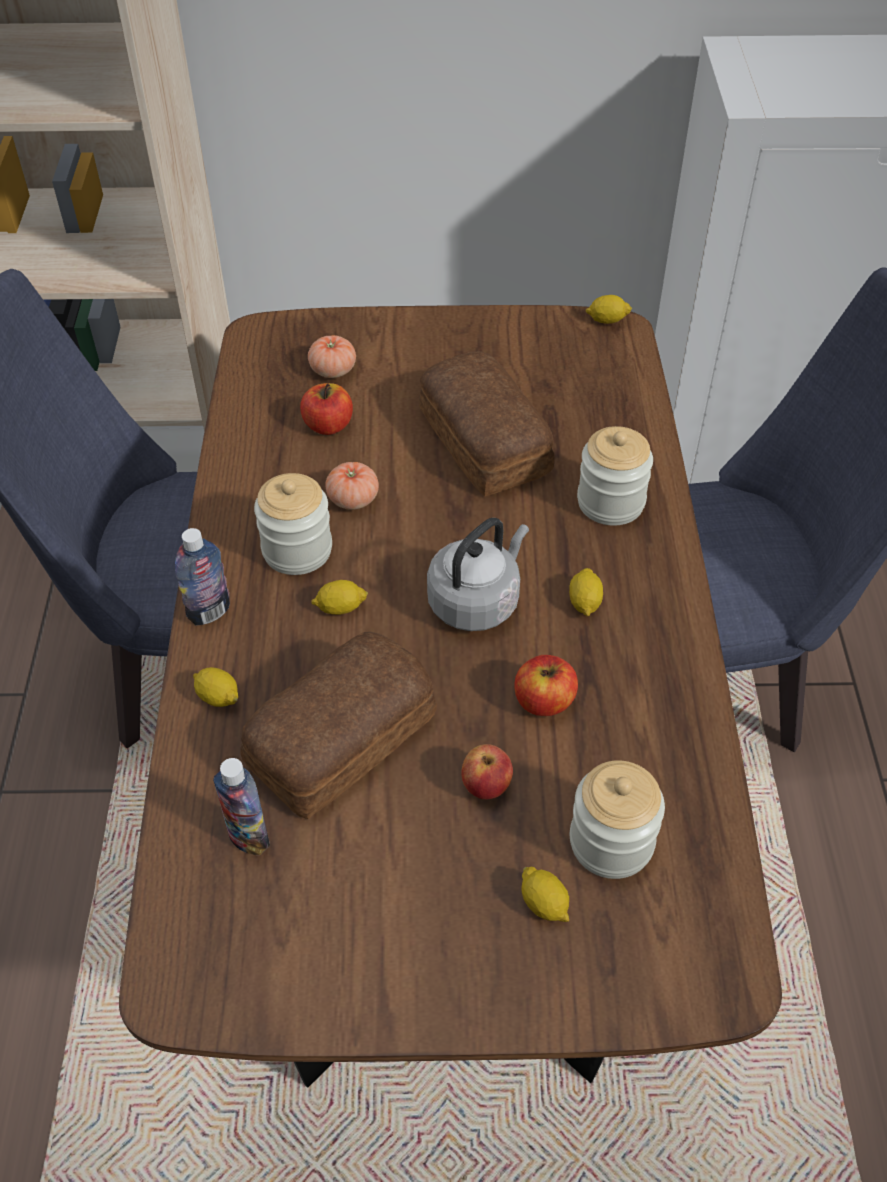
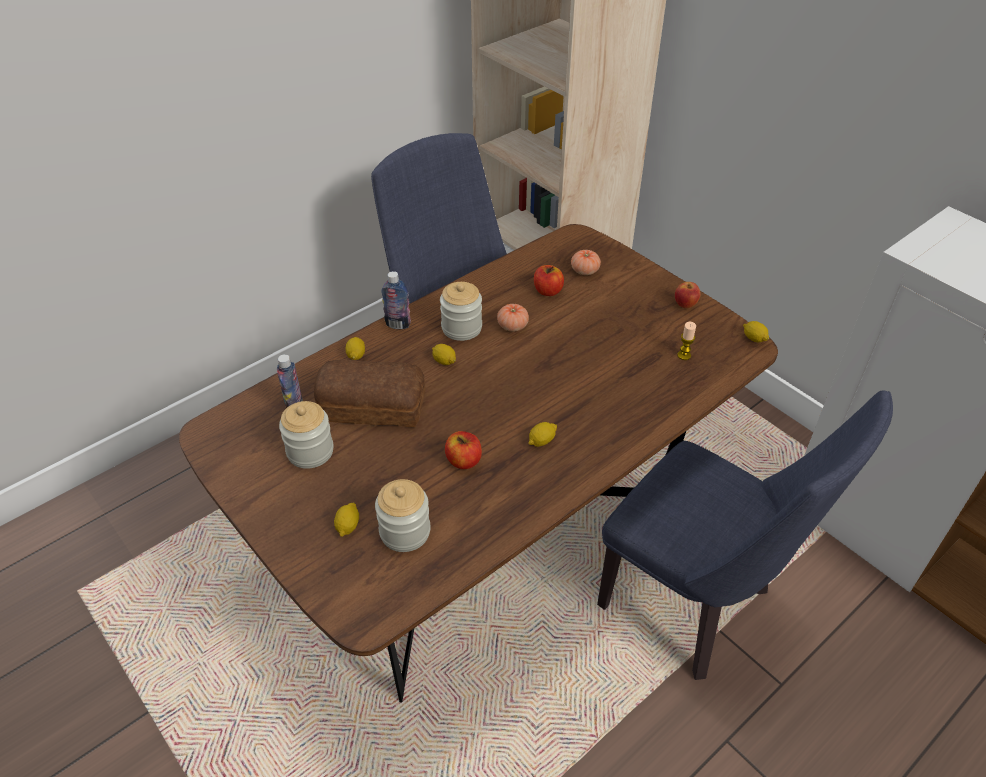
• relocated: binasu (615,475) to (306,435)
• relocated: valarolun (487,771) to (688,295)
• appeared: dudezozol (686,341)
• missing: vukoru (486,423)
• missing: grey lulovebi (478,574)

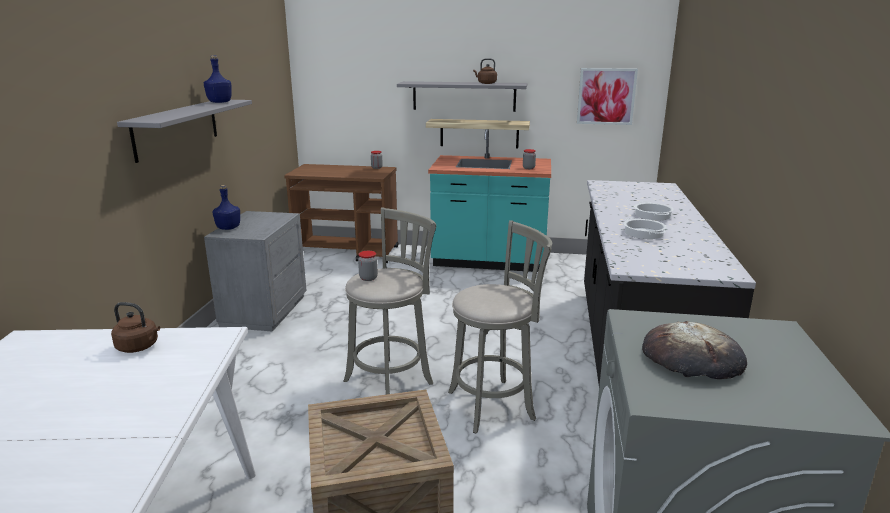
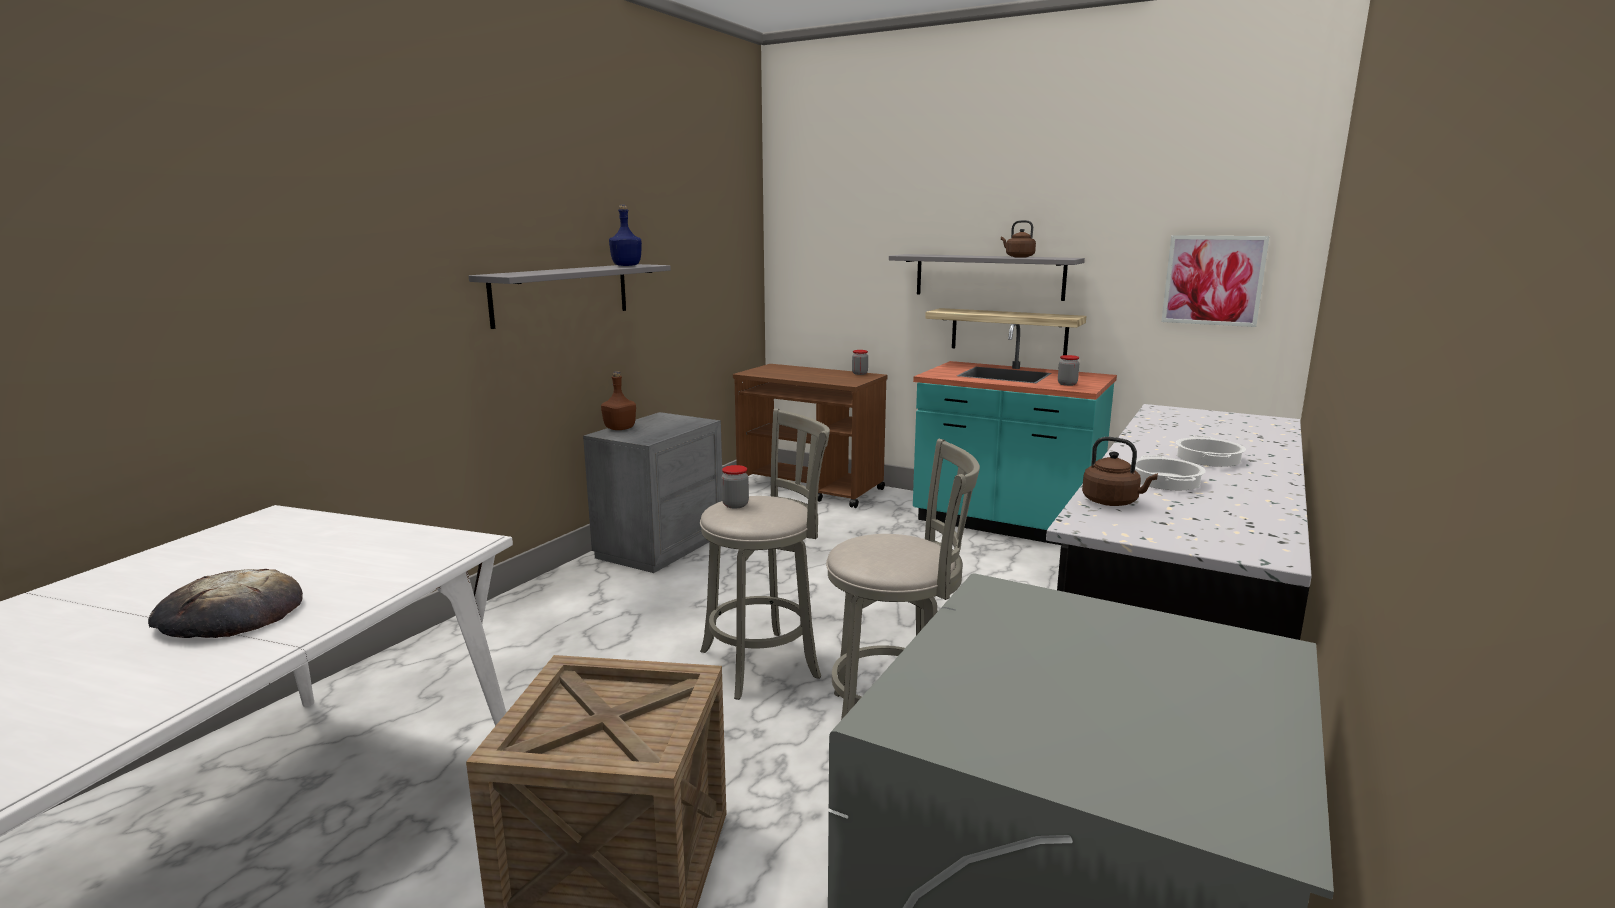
• relocated: vukoru (694,350) to (225,603)
• colour: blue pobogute (226,207) to brown pobogute (618,400)
• relocated: brown lulovebi (135,327) to (1120,471)

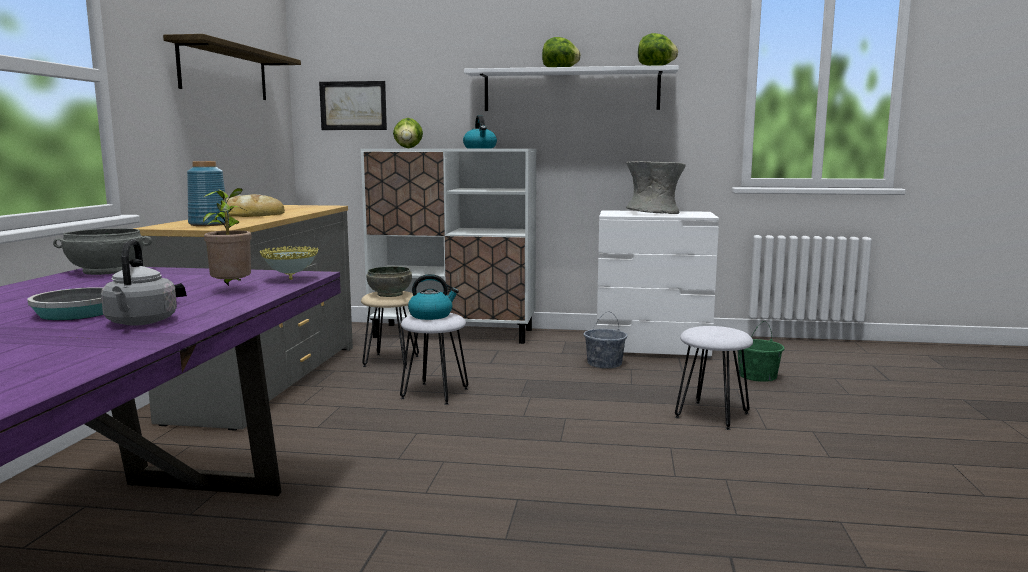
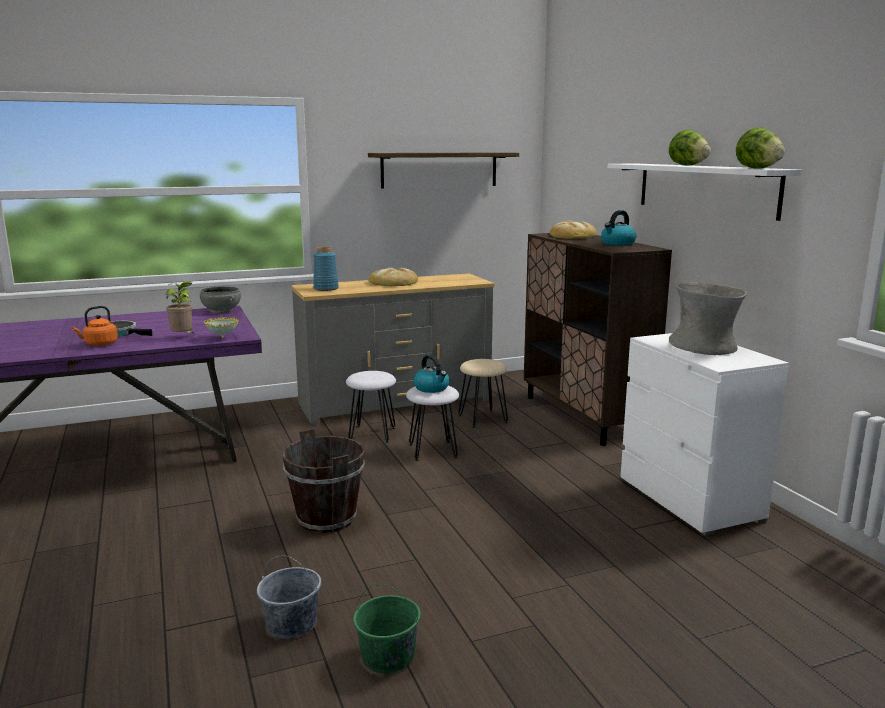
• colour: grey lulovebi (139,282) to orange lulovebi (95,326)
• relocated: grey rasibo (605,339) to (289,597)
• appeared: brown rasibo (323,480)
• relocated: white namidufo (714,378) to (371,407)
• relocated: green rasibo (761,351) to (387,629)
• colour: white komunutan (448,246) to brown komunutan (598,339)
• exchanged: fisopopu (408,133) to vukoru (573,230)
• missing: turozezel (353,105)
• missing: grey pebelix (389,281)

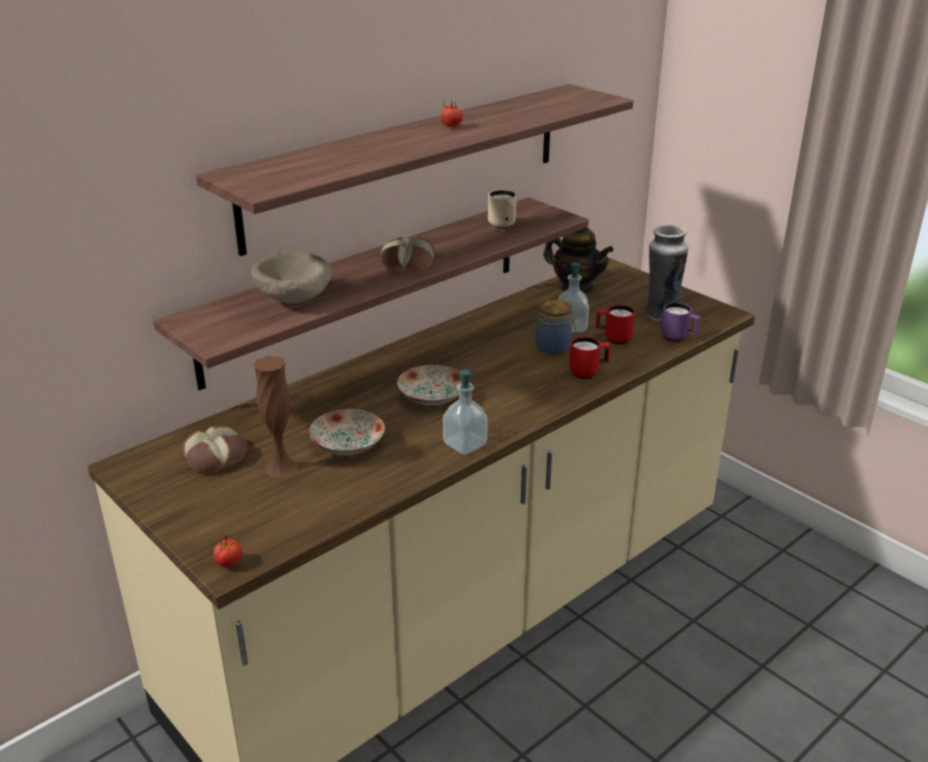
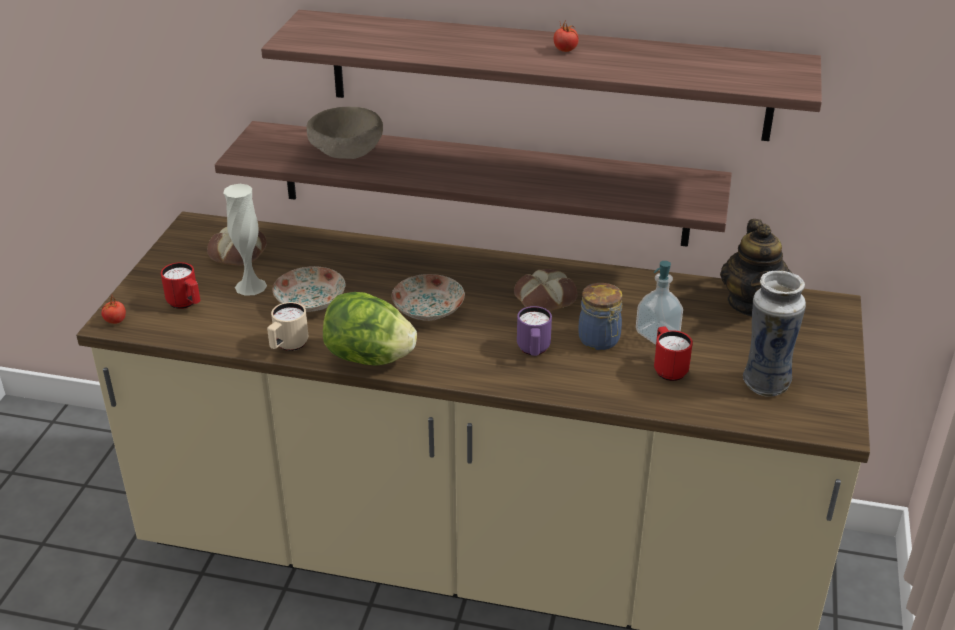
• relocated: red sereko (589,358) to (180,285)
• colour: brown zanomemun (276,417) to white zanomemun (245,240)
• relocated: beige sereko (502,209) to (287,326)
• exchanged: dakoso (465,412) to fisopopu (370,328)
• relocated: vukoru (407,254) to (546,290)
• relocated: purple sereko (681,322) to (534,331)

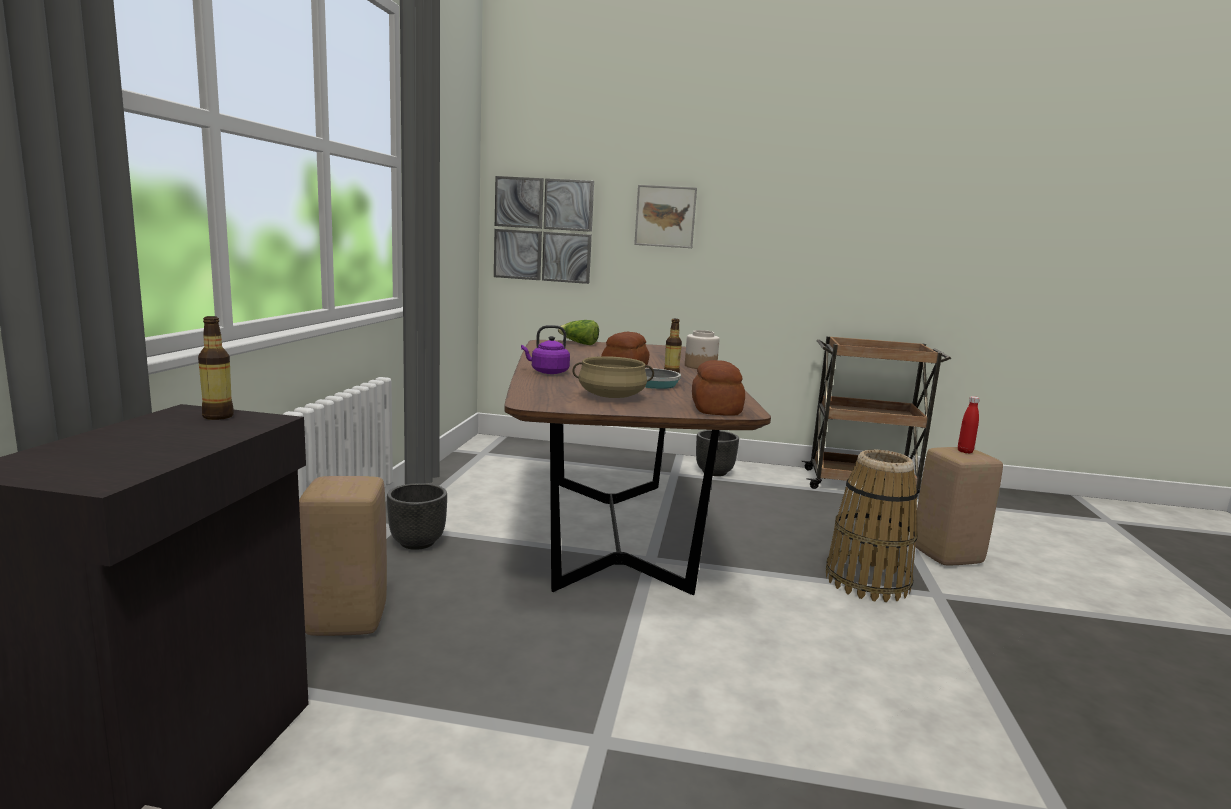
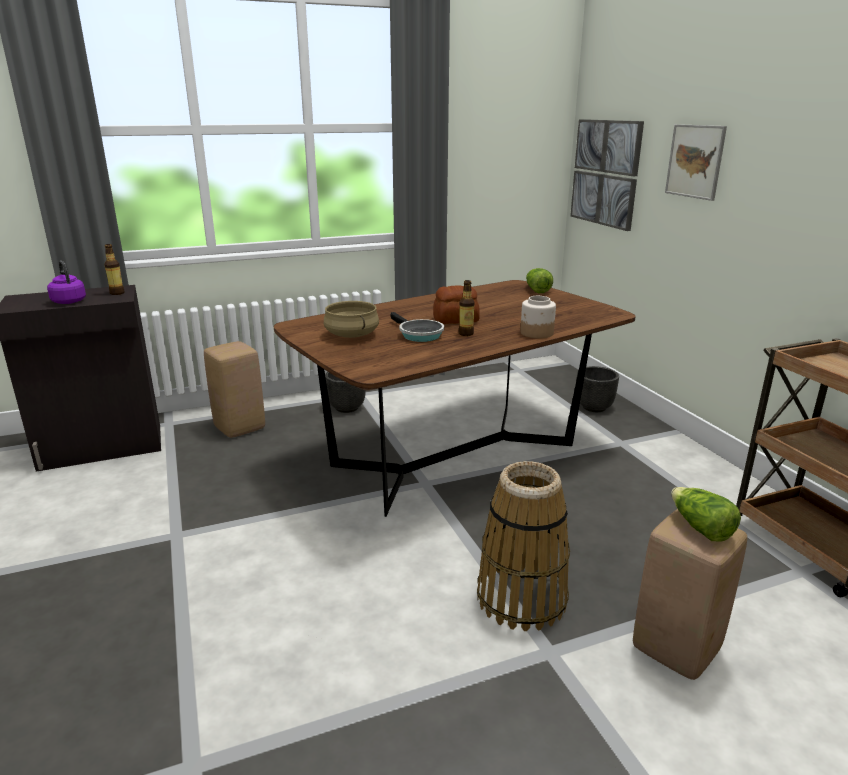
• relocated: purple lulovebi (545,349) to (66,282)
• relocated: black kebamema (717,453) to (598,389)
• exchanged: red pobogute (969,425) to fisopopu (706,514)
• missing: vukoru (718,388)

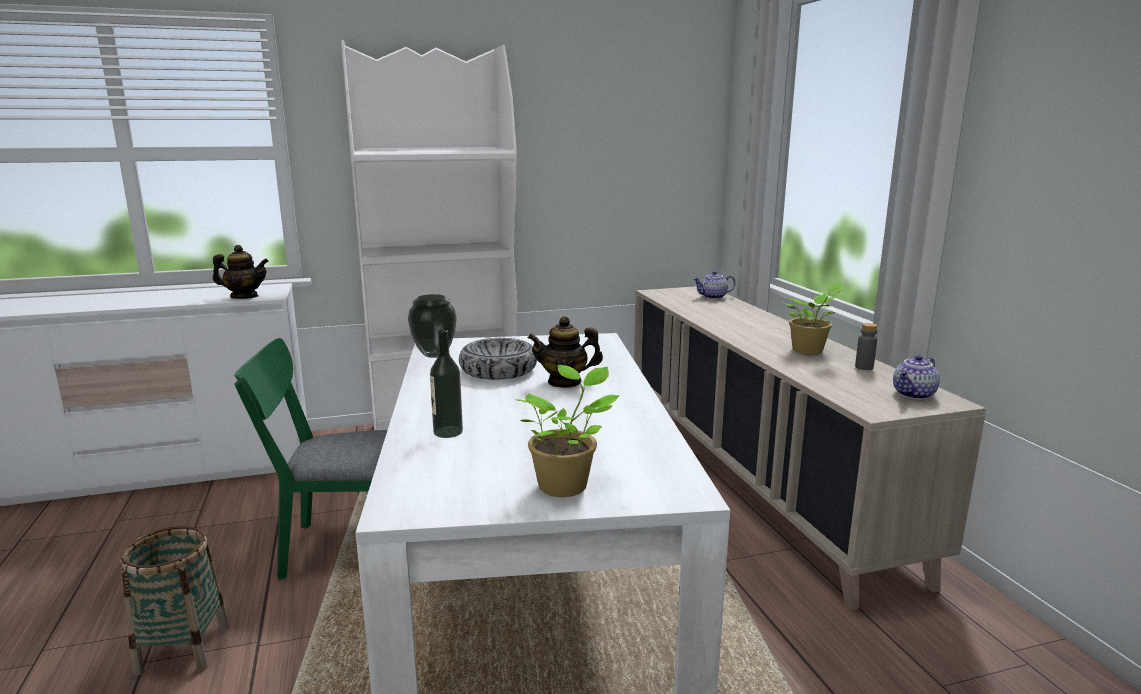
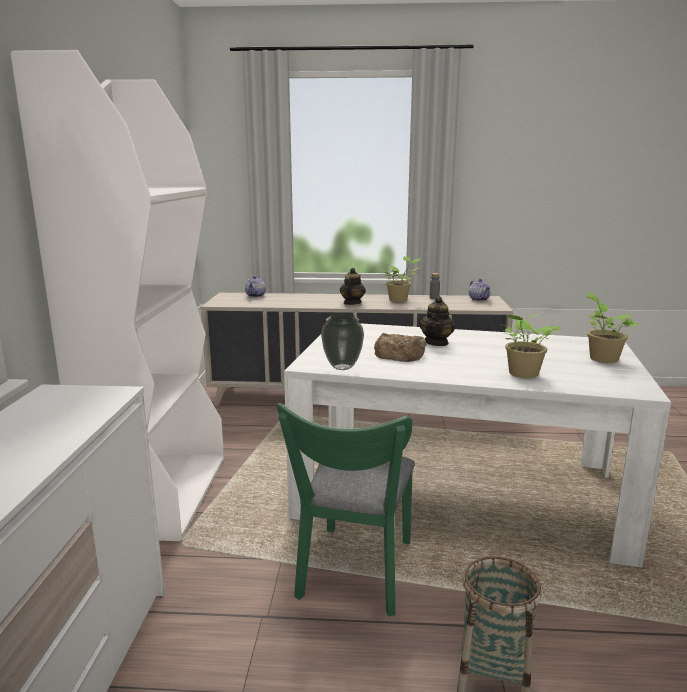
• relocated: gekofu (241,272) to (353,286)
• exchanged: pebelix (498,359) to vukoru (400,347)
• exchanged: pobogute (446,383) to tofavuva (529,346)

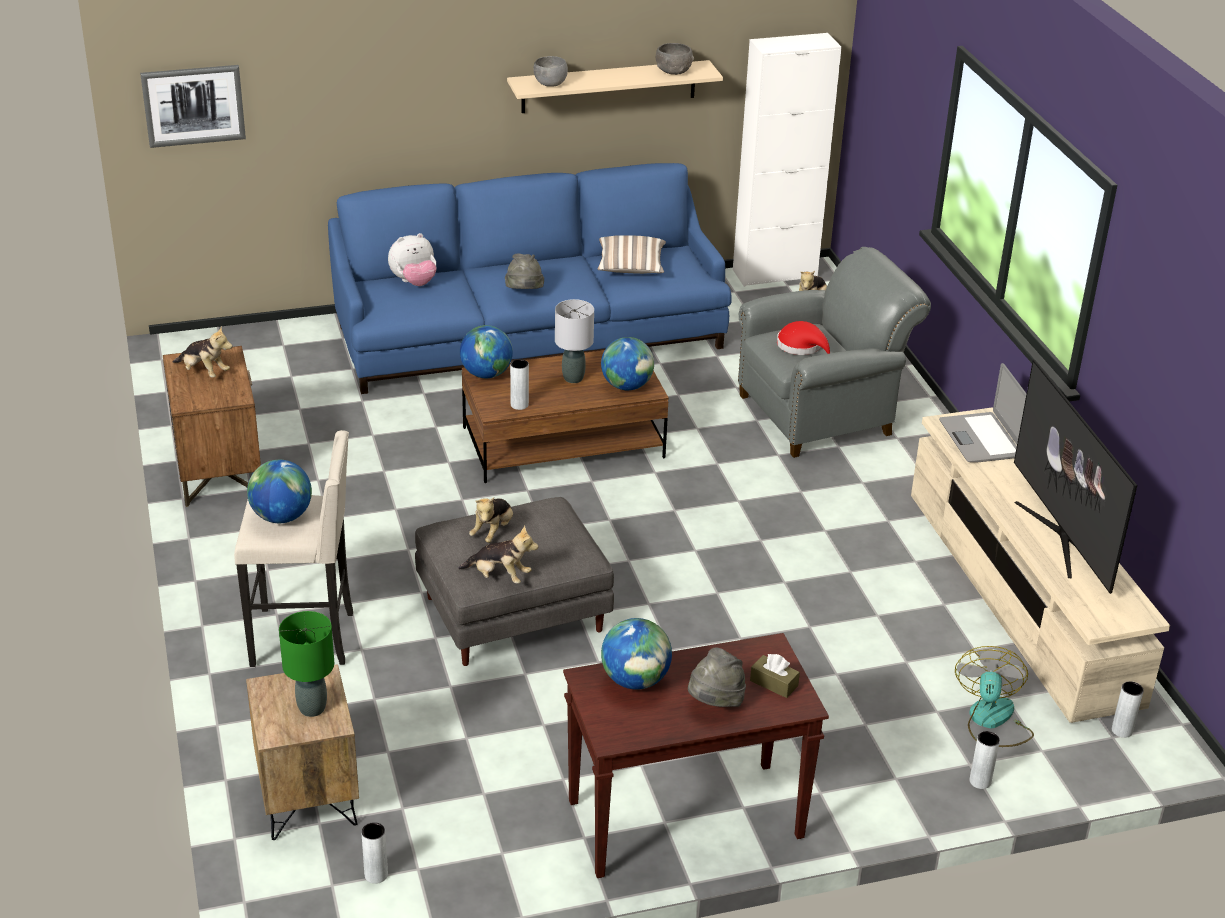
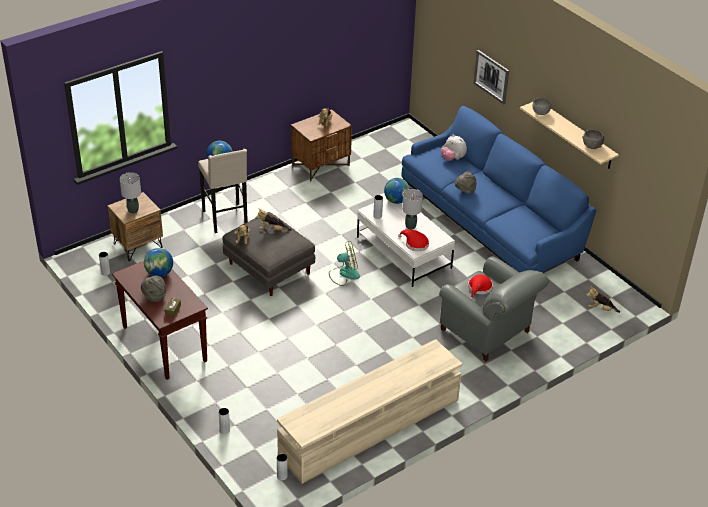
• colour: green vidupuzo (306,664) to grey vidupuzo (130,193)
• relocated: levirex (994,696) to (344,263)
• colour: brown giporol (565,416) to white giporol (406,242)
• exchanged: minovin (627,363) to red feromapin (413,240)
• relocated: turozezel (193,106) to (491,77)
• missing: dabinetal (632,254)
• missing: white komunutan (787,160)
• missing: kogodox (983,412)
• missing: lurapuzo (1075,477)

